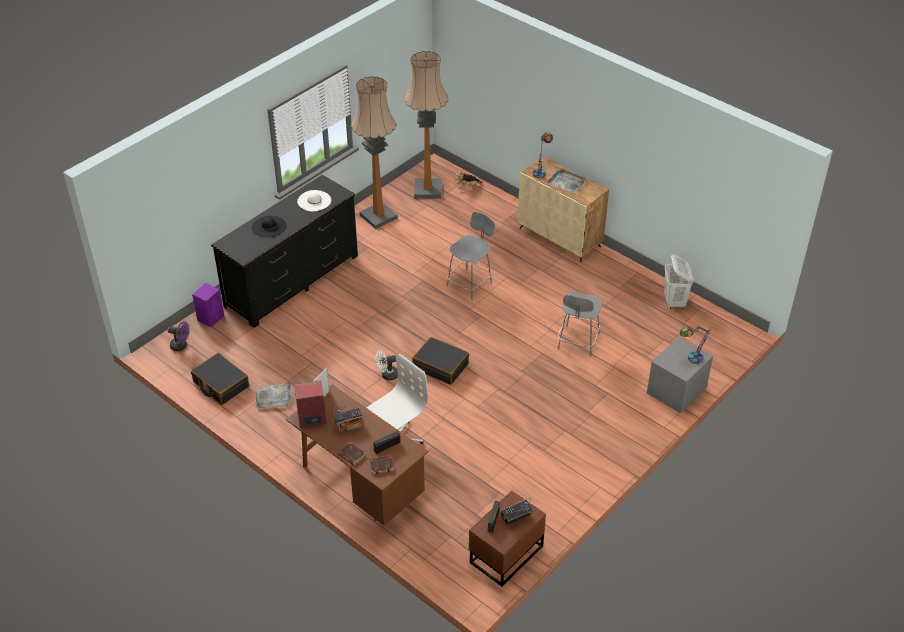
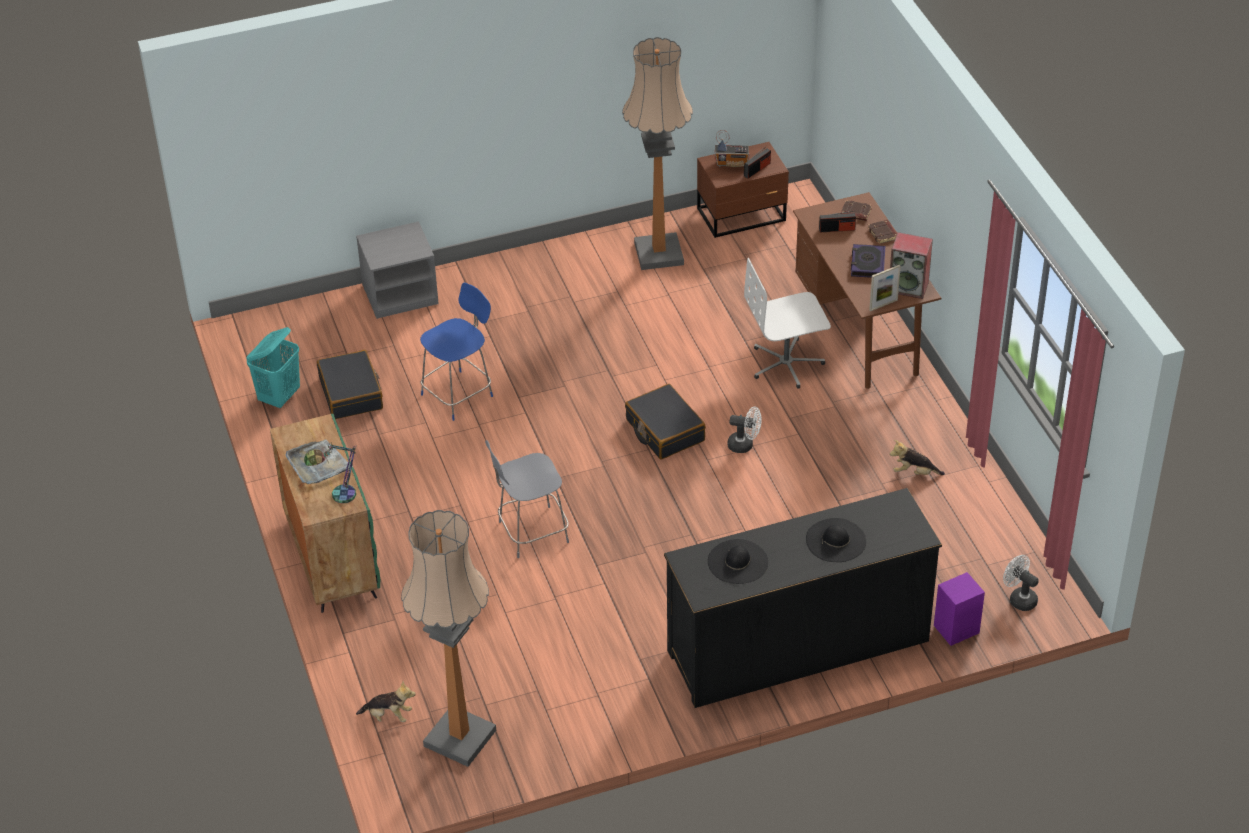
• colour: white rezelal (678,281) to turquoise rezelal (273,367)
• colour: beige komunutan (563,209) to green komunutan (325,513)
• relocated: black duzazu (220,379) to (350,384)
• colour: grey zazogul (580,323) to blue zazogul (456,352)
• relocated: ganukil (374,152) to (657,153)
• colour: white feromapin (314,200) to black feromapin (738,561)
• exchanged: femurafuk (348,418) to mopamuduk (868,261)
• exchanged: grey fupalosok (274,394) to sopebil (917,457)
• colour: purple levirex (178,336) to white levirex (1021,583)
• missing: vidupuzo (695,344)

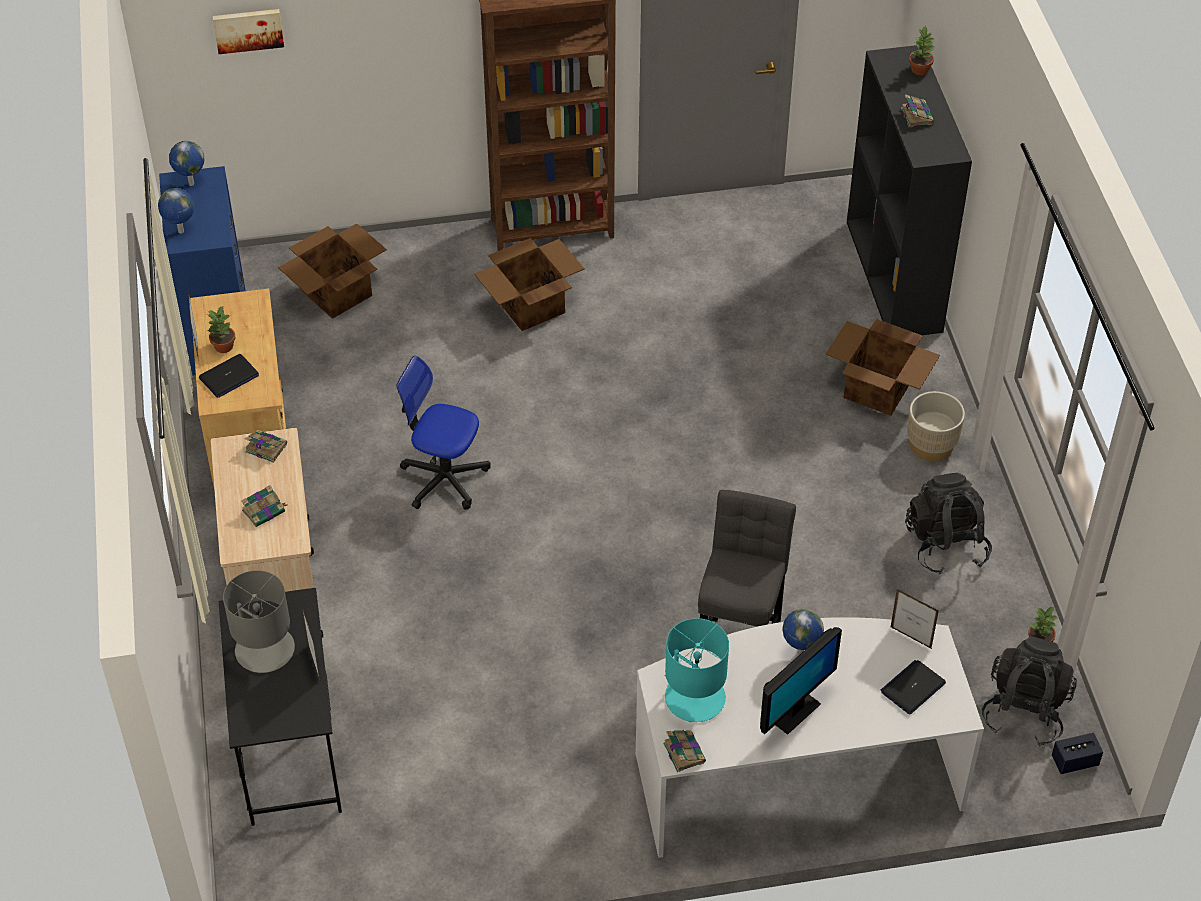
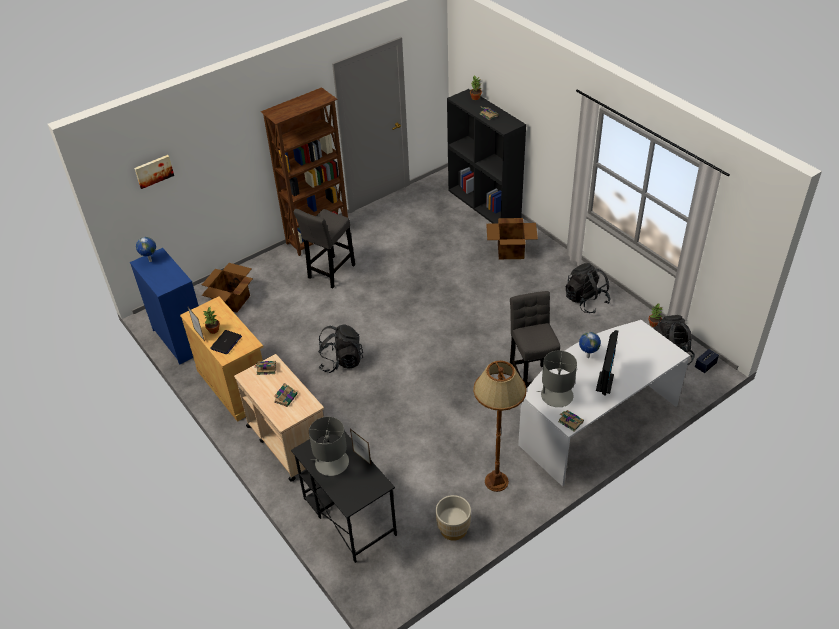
• exchanged: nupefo (529,284) to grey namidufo (324,248)
• exchanged: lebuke (444,433) to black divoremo (340,348)
• relocated: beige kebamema (936,426) to (453,518)
• appeared: brown ganukil (500,426)
• colour: turquoise vidupuzo (696,670) to grey vidupuzo (557,378)
• missing: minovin (176,211)
• missing: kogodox (913,687)
• missing: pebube (915,618)

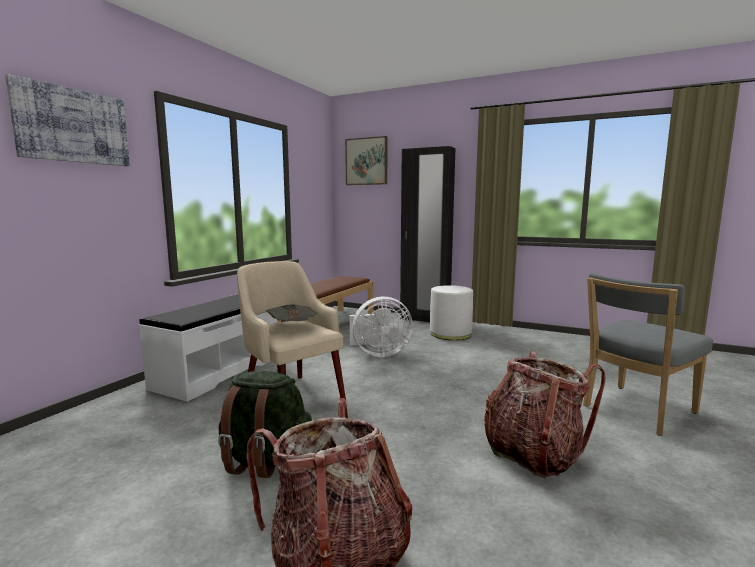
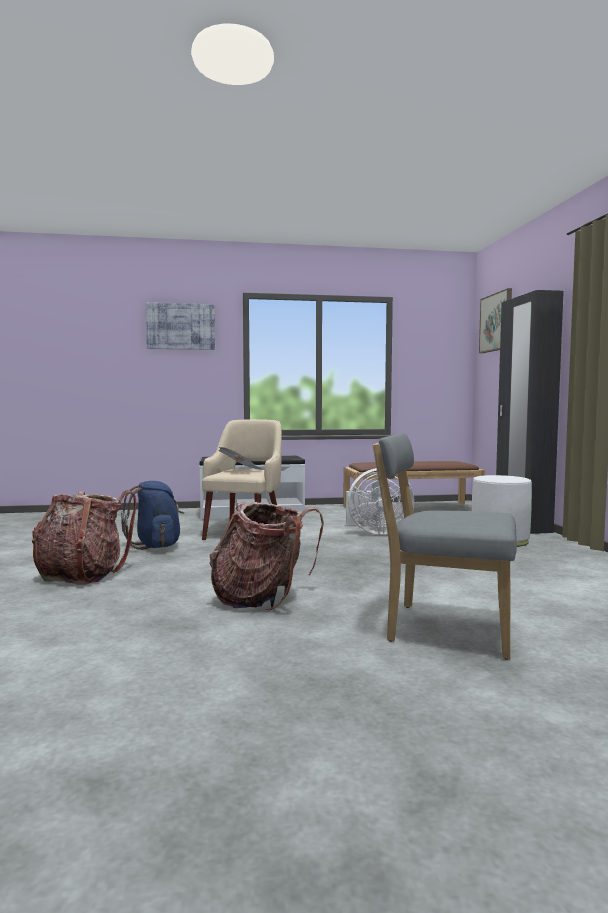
• colour: green divoremo (265,424) to blue divoremo (152,515)
• spun: white levirex (381,327) = (380,501) 45 degrees counterclockwise

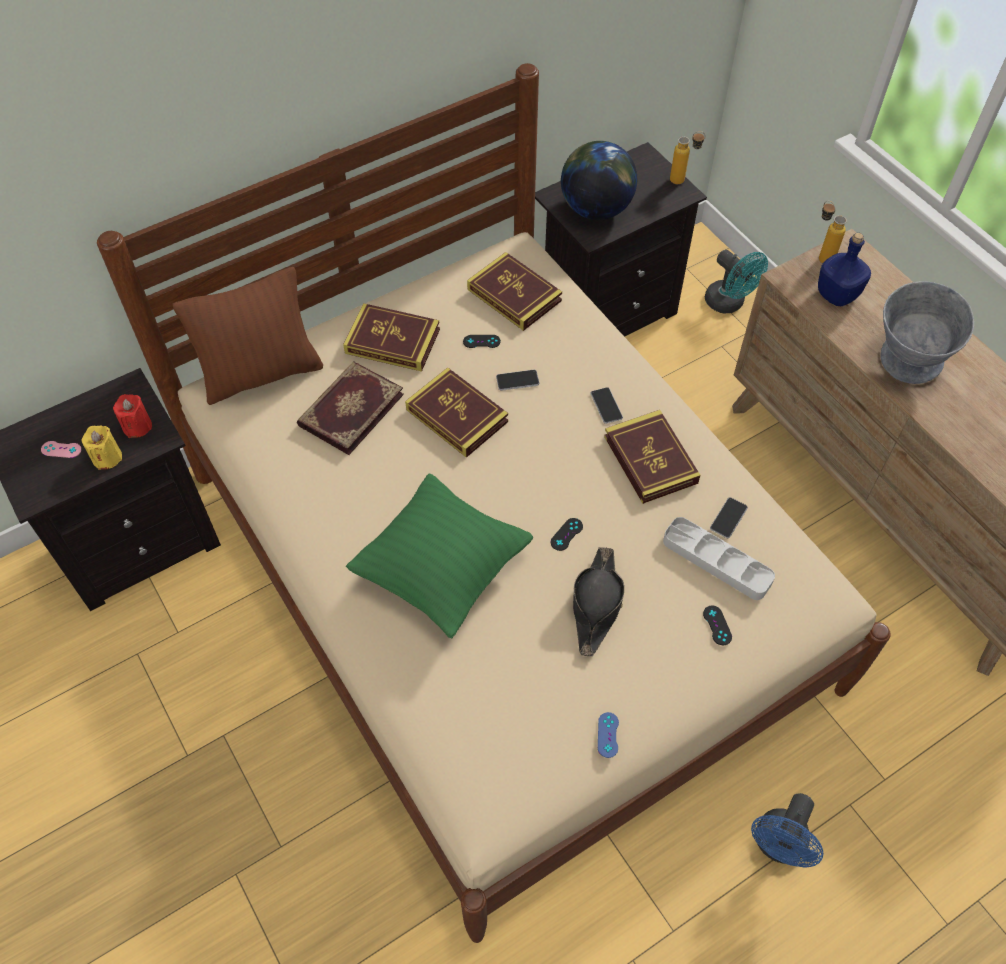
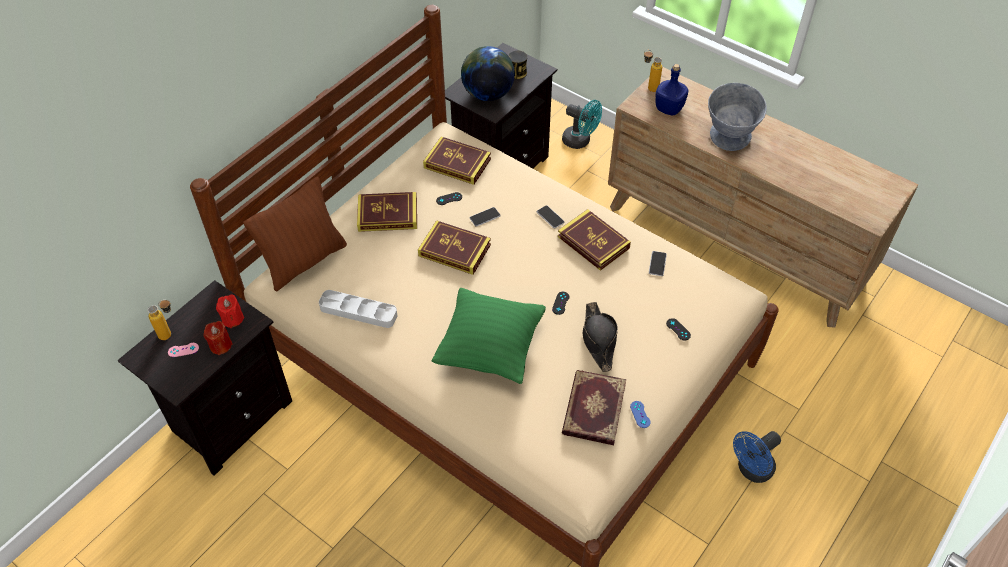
• relocated: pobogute (688,157) to (159,320)
• colour: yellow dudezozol (102,448) to red dudezozol (218,338)
• relocated: grey fupalosok (719,558) to (358,309)
• appeared: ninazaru (518,65)
• relocated: mopamuduk (350,408) to (594,407)
• spun: blue levirex (787,830) = (757,457) 45 degrees clockwise

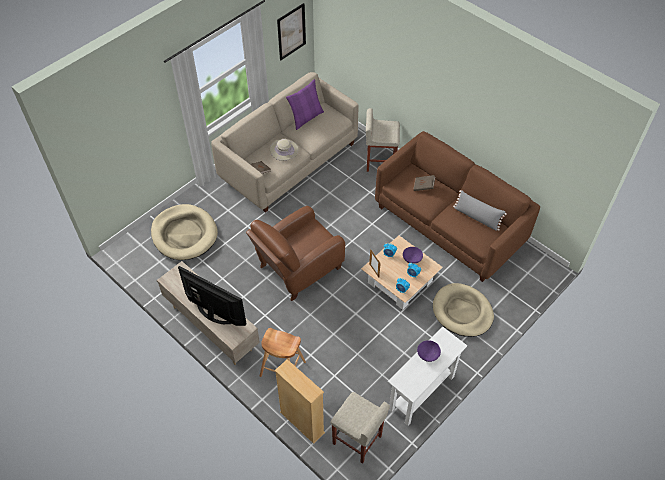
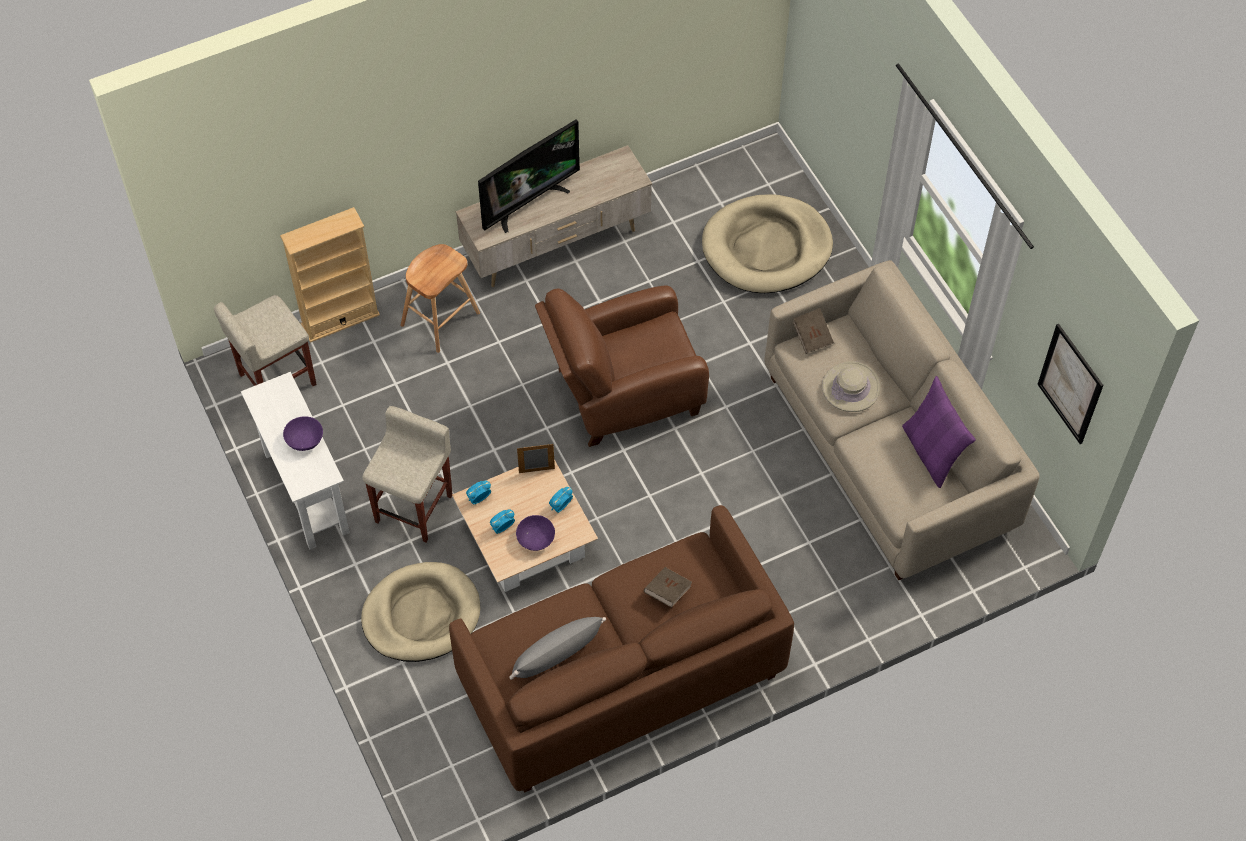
• relocated: beige namidufo (383,140) to (407,474)
• spun: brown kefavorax (295,253) = (622,366) 90 degrees counterclockwise

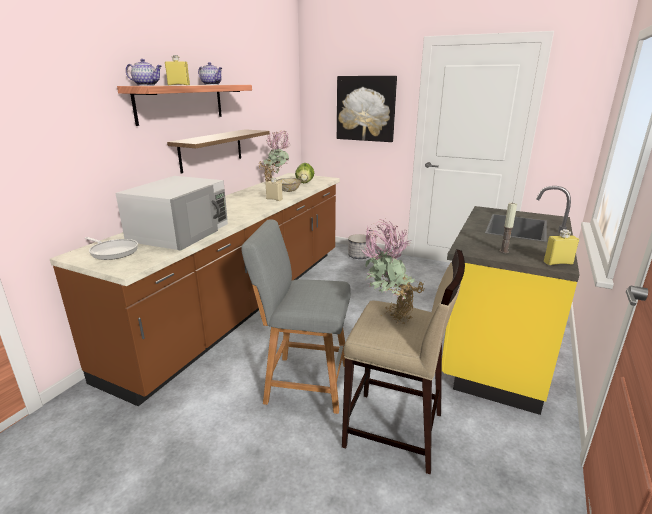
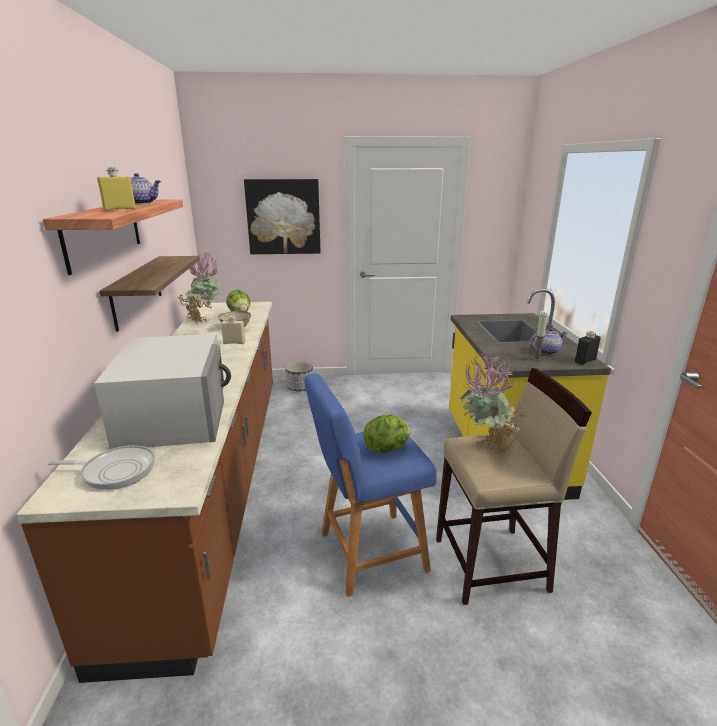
• colour: grey namidufo (296,317) to blue namidufo (371,485)
• appeared: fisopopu (386,434)
• relocated: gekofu (144,72) to (549,341)
• colour: yellow pobogute (561,247) to black pobogute (588,347)

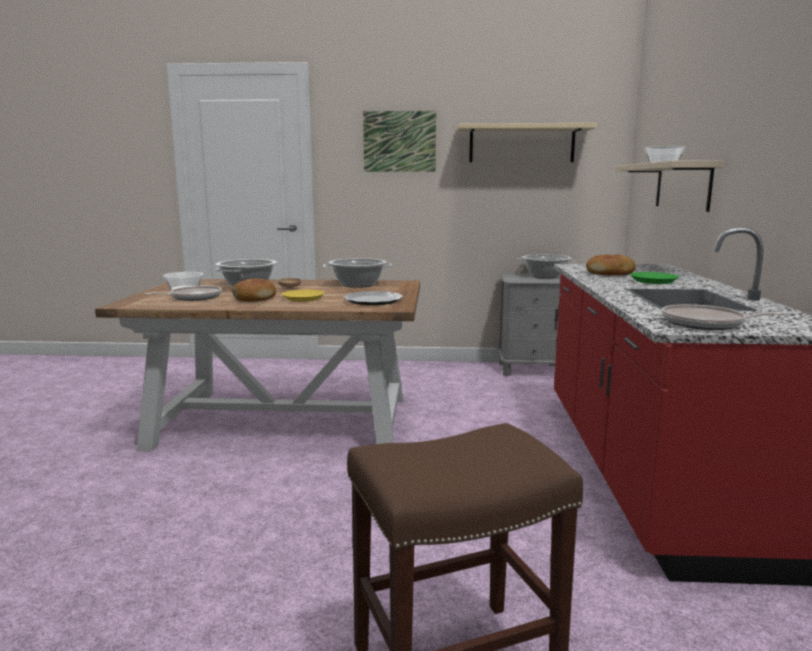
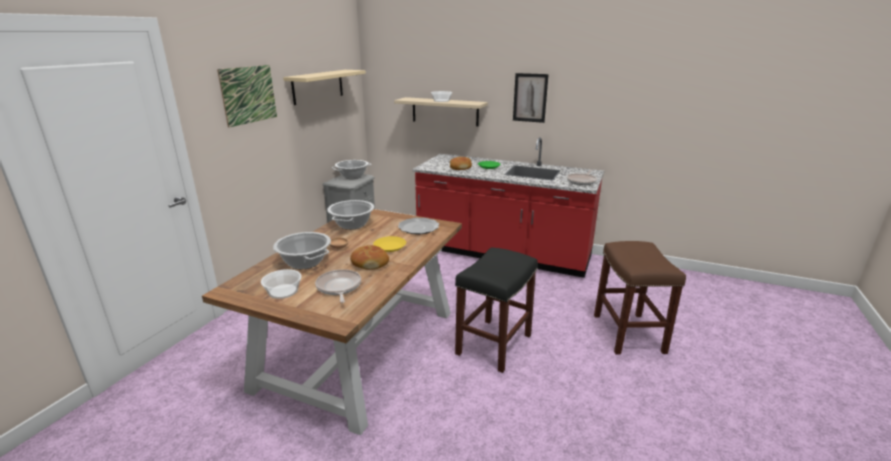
• appeared: black namidufo (496,310)
• appeared: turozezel (531,98)

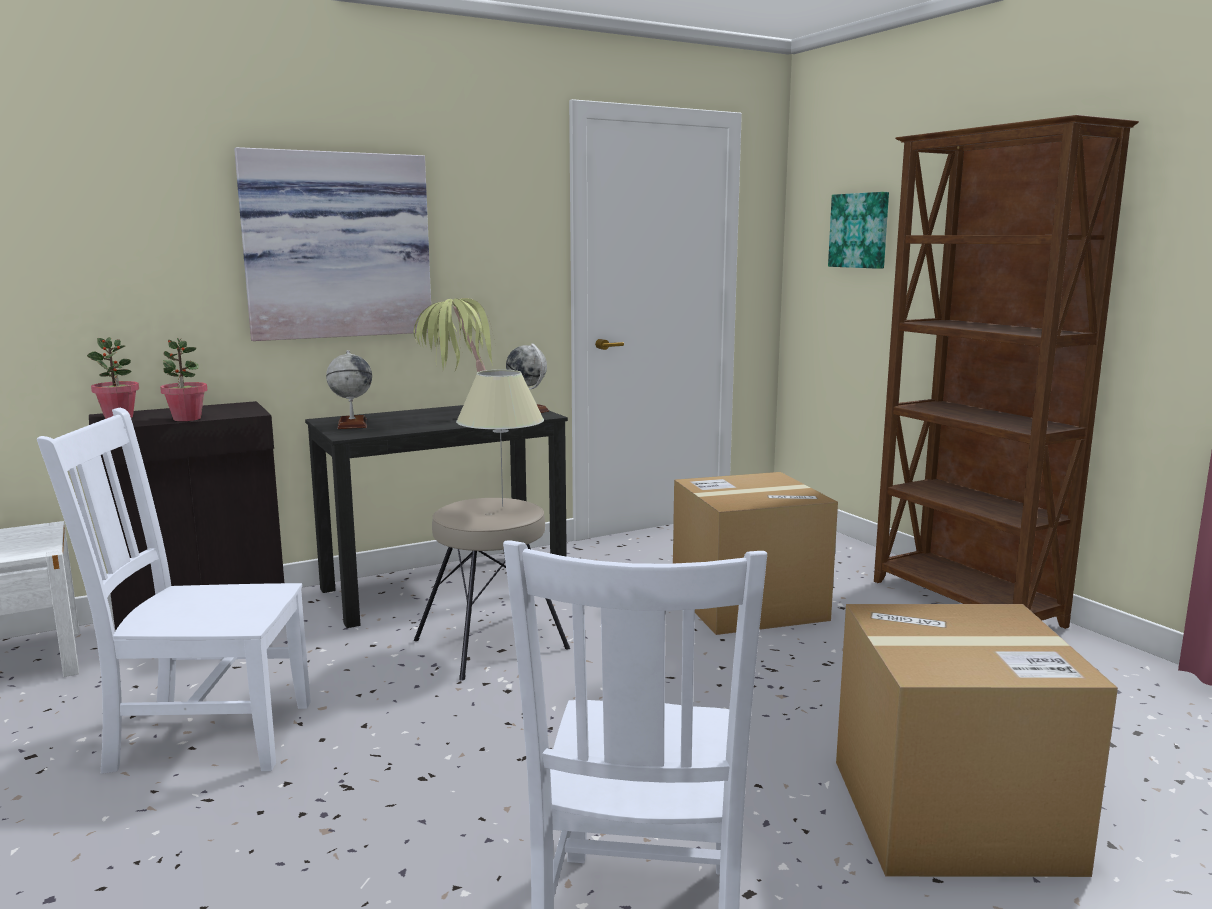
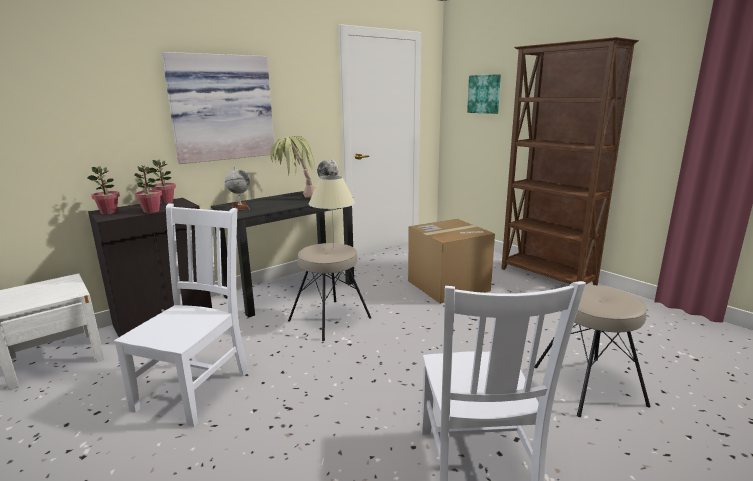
• spun: white zazogul (174,591) = (181,315) 120 degrees clockwise
• appeared: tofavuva (162,182)
• exchanged: nupefo (977,740) to beige namidufo (592,351)

